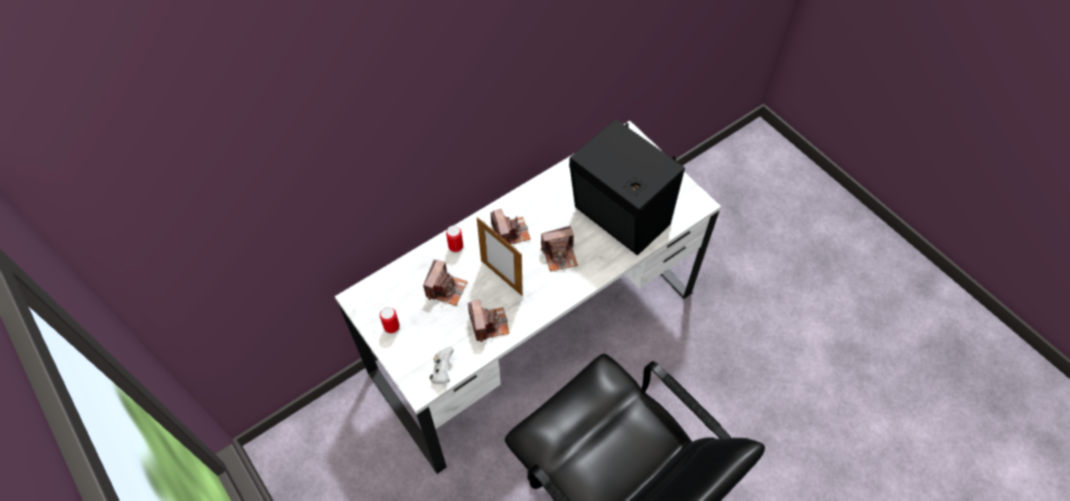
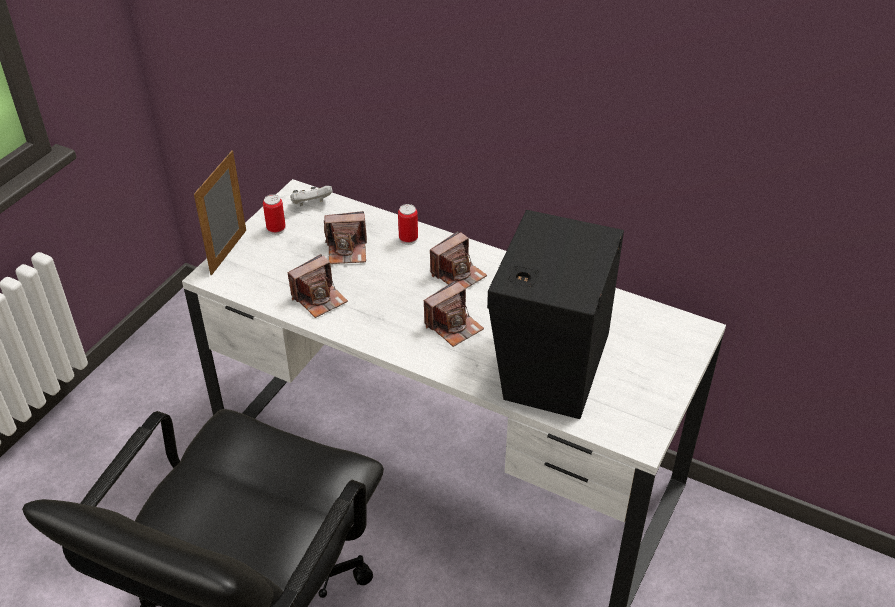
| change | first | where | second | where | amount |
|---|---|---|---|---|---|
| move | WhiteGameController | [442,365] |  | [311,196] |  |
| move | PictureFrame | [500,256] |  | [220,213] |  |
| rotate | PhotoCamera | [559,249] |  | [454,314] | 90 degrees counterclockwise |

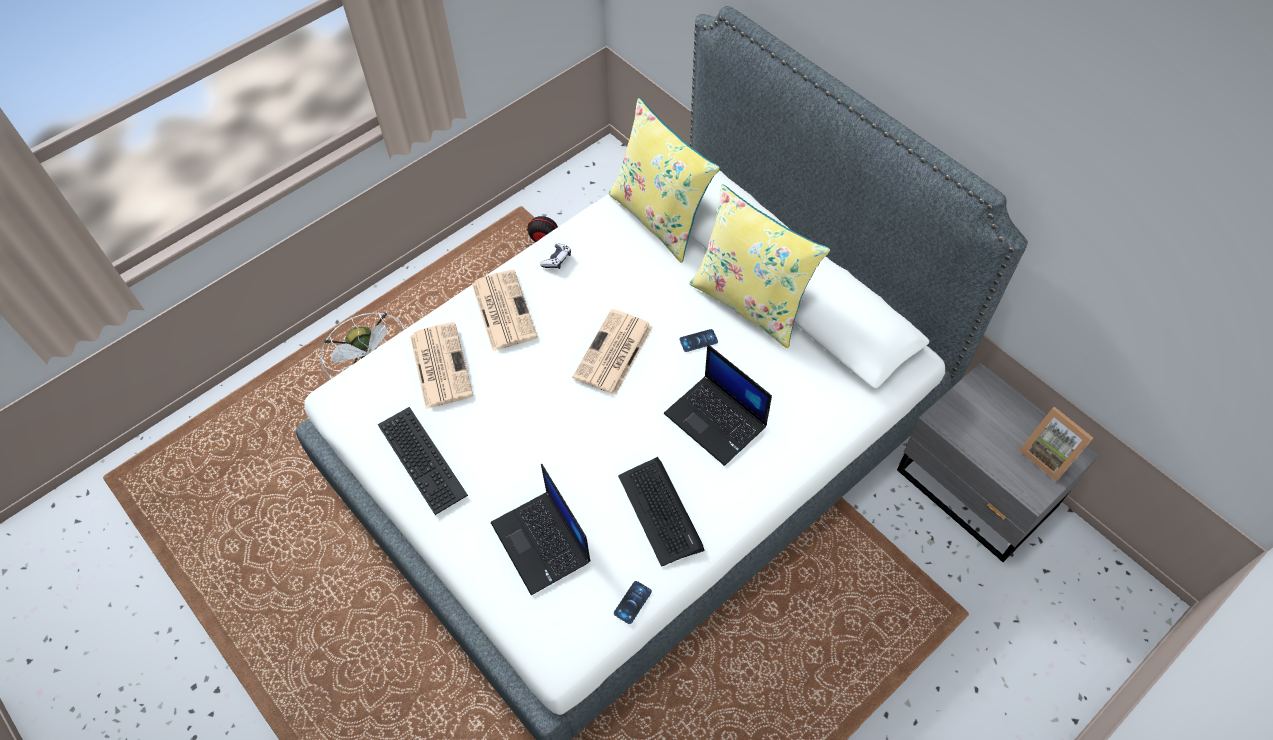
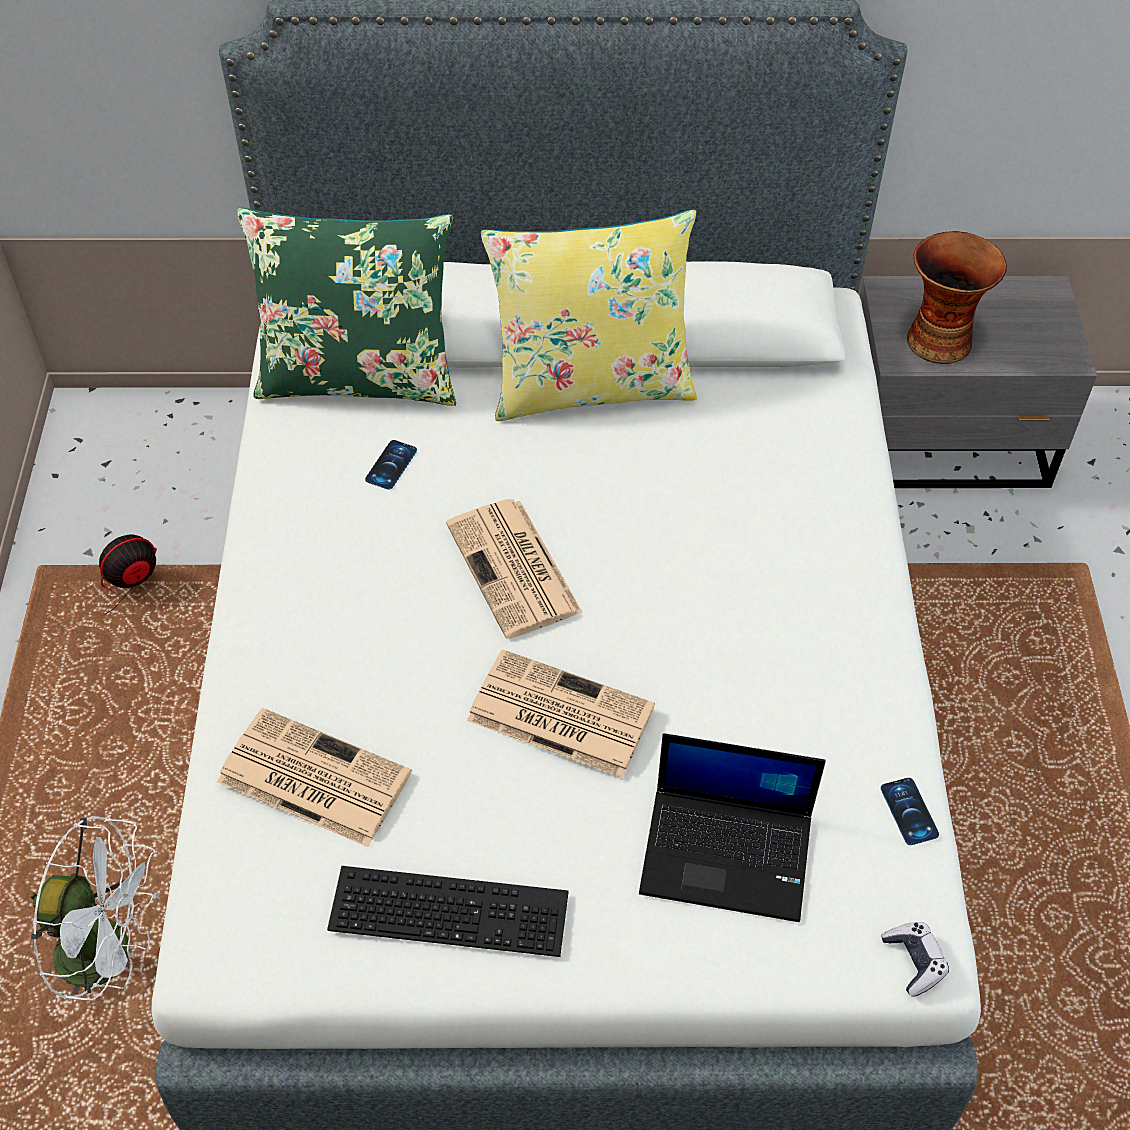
| change | first | where | second | where | amount |
|---|---|---|---|---|---|
| delete | Keyboard | [661,512] |  |  |  |
| delete | Laptop | [718,405] |  |  |  |
| delete | PictureFrame | [1056,444] |  |  |  |
| insert |  |  | Vase | [957,297] |  |
| move | Newspaper | [505,310] |  | [561,713] |  |
| move | GameController | [555,256] |  | [915,959] |  |
| move | Phone | [698,340] |  | [391,465] |  |
| recolor | YellowPillow | [664,180] | GreenPillow | [346,307] |  |

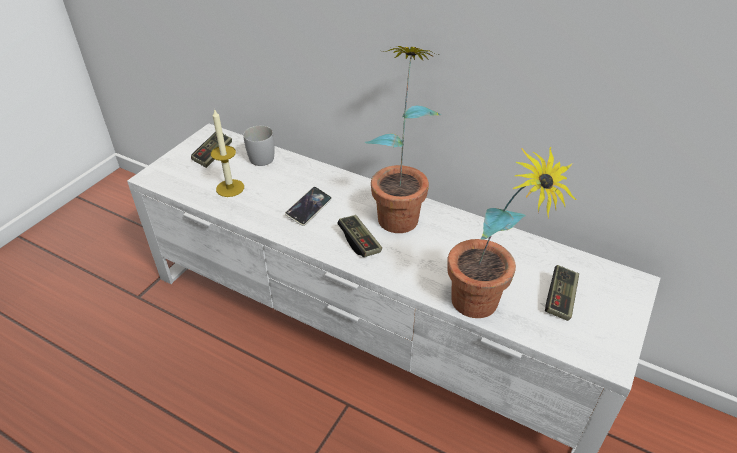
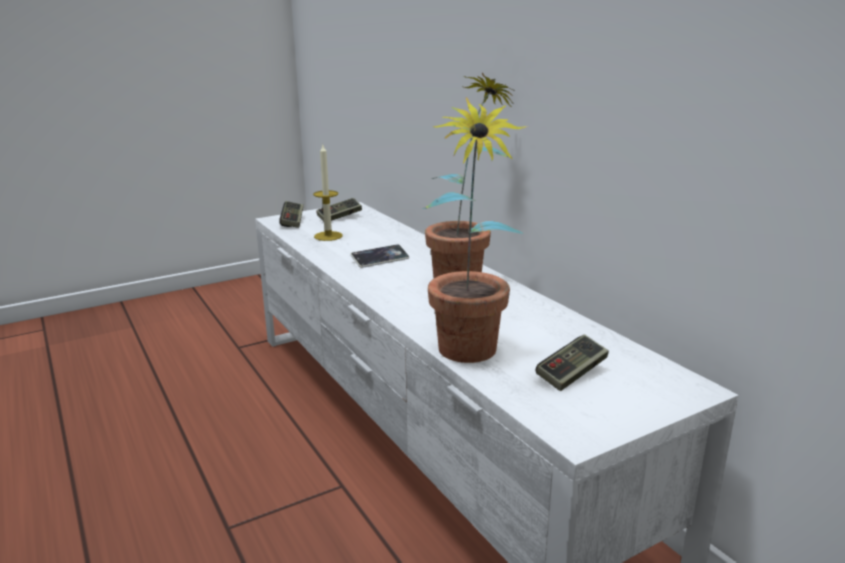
| change | first | where | second | where | amount |
|---|---|---|---|---|---|
| delete | WhiteMug | [259,146] |  |  |  |
| move | GameController | [359,236] |  | [291,214] |  |

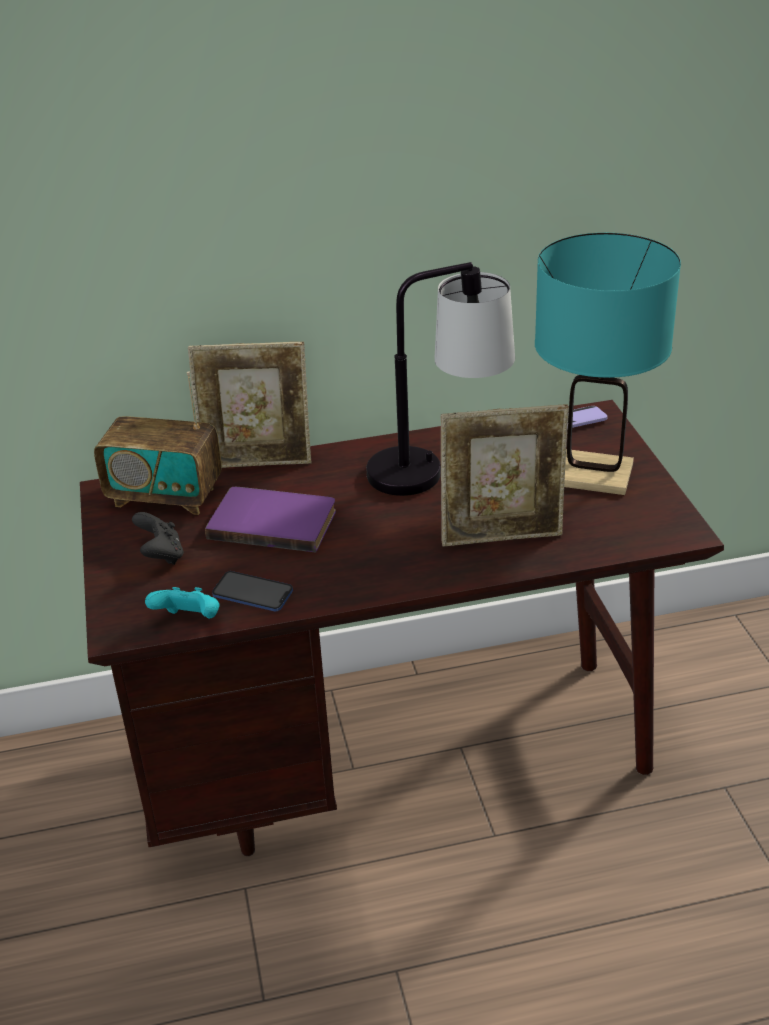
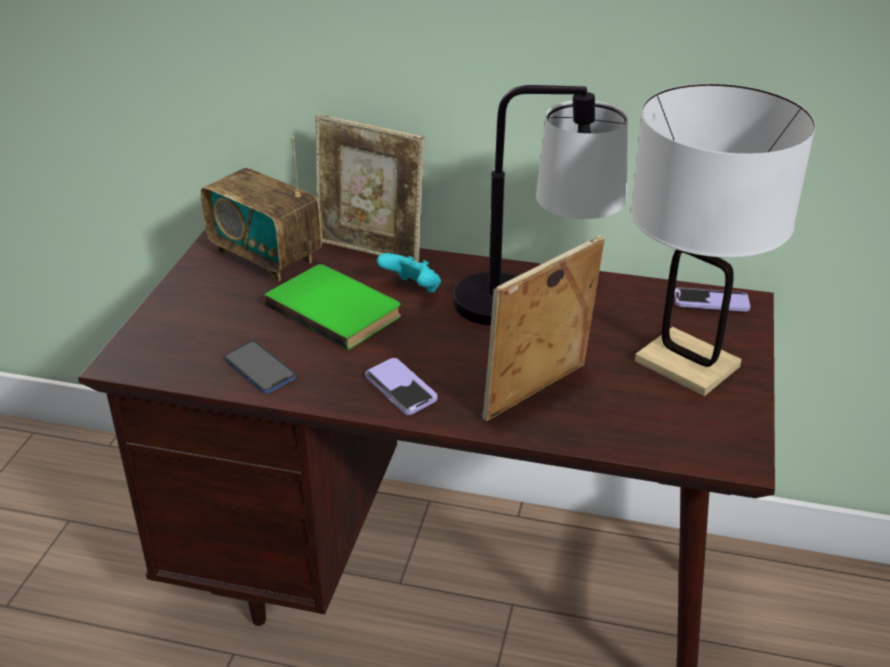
| change | first | where | second | where | amount |
|---|---|---|---|---|---|
| delete | BlackGameController | [158,538] |  |  |  |
| insert |  |  | Phone | [401,386] |  |
| move | TurquoiseGameController | [182,603] |  | [409,272] |  |
| recolor | PurpleBook | [270,520] | GreenBook | [332,307] |  |
| recolor | TurquoiseTableLamp | [608,364] | WhiteTableLamp | [723,240] |  |
| rotate | PictureFrame | [505,475] |  | [544,328] | 120 degrees clockwise |

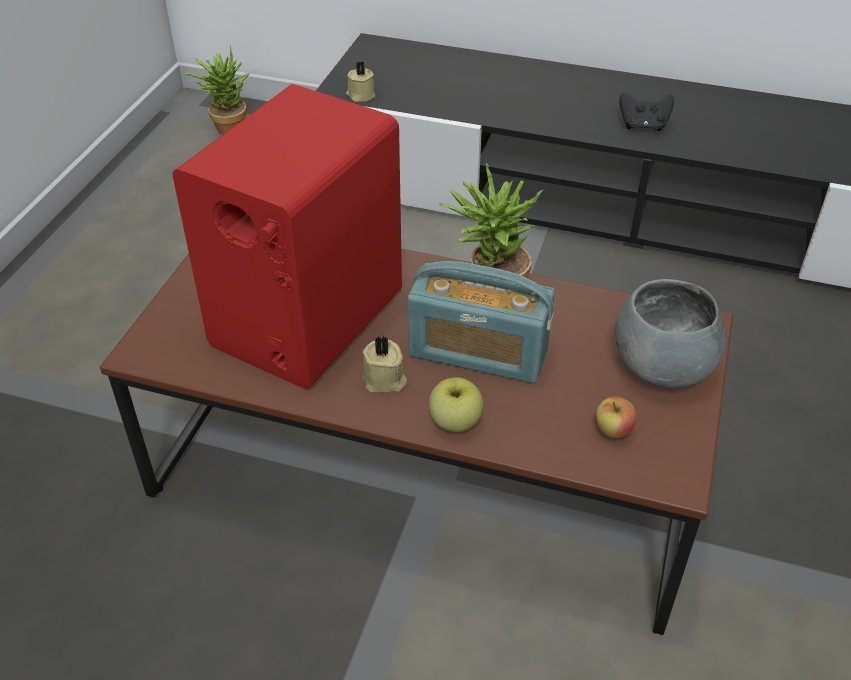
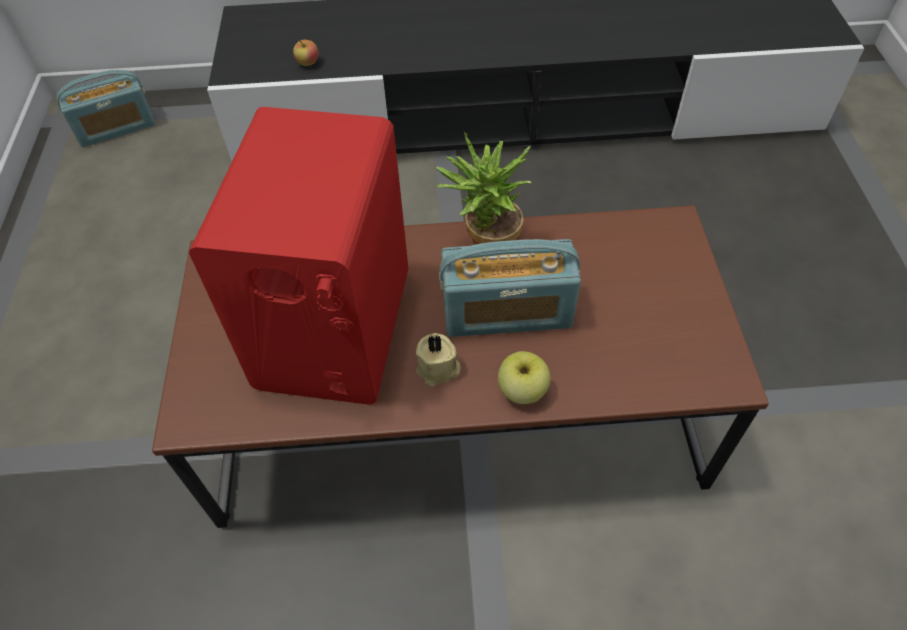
| change | first | where | second | where | amount |
|---|---|---|---|---|---|
| delete | BeigeCandle | [361,81] |  |  |  |
| delete | GreyBowl | [670,334] |  |  |  |
| delete | BlackGameController | [646,111] |  |  |  |
| move | Apple | [616,417] |  | [305,53] |  |
| replace | PottedPlant | [217,90] | Radio | [106,108] |  |

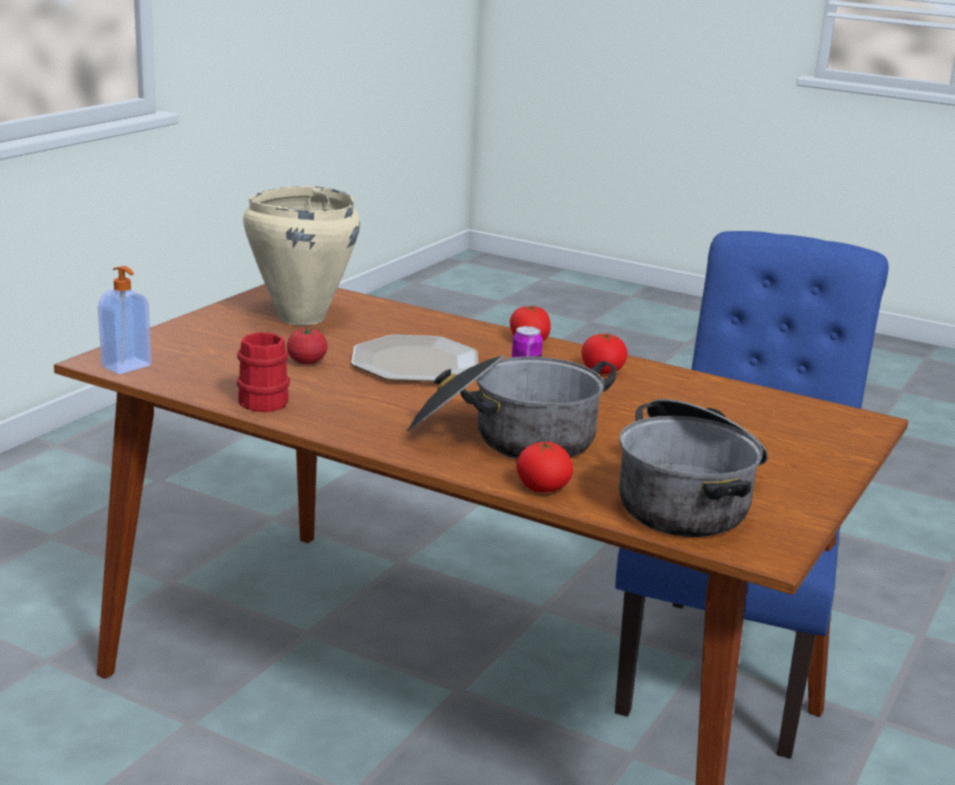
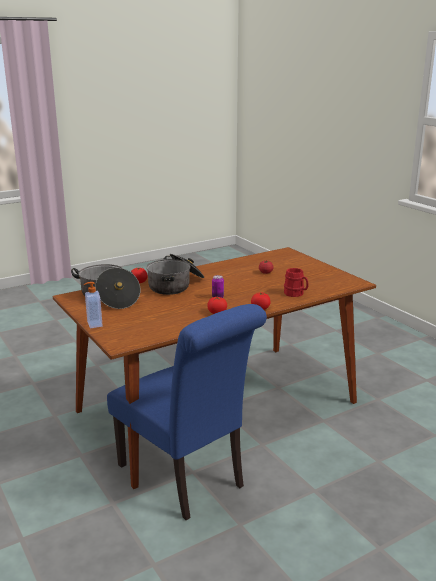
| change | first | where | second | where | amount |
|---|---|---|---|---|---|
| delete | BeigeCookingPot | [301,255] |  |  |  |
| delete | Plate | [415,358] |  |  |  |
| move | SoapDispenser | [125,320] |  | [93,305] |  |
| move | RedMug | [263,372] |  | [296,282] |  |

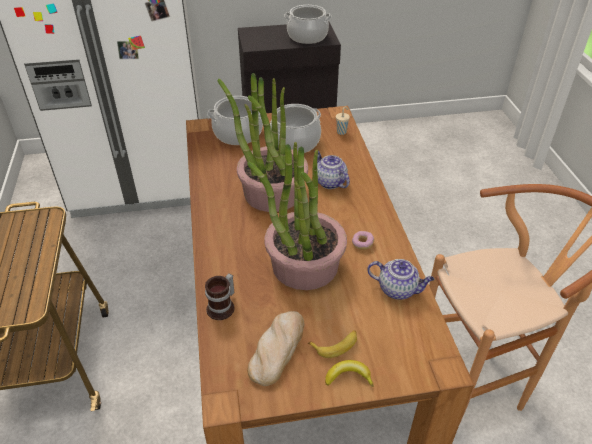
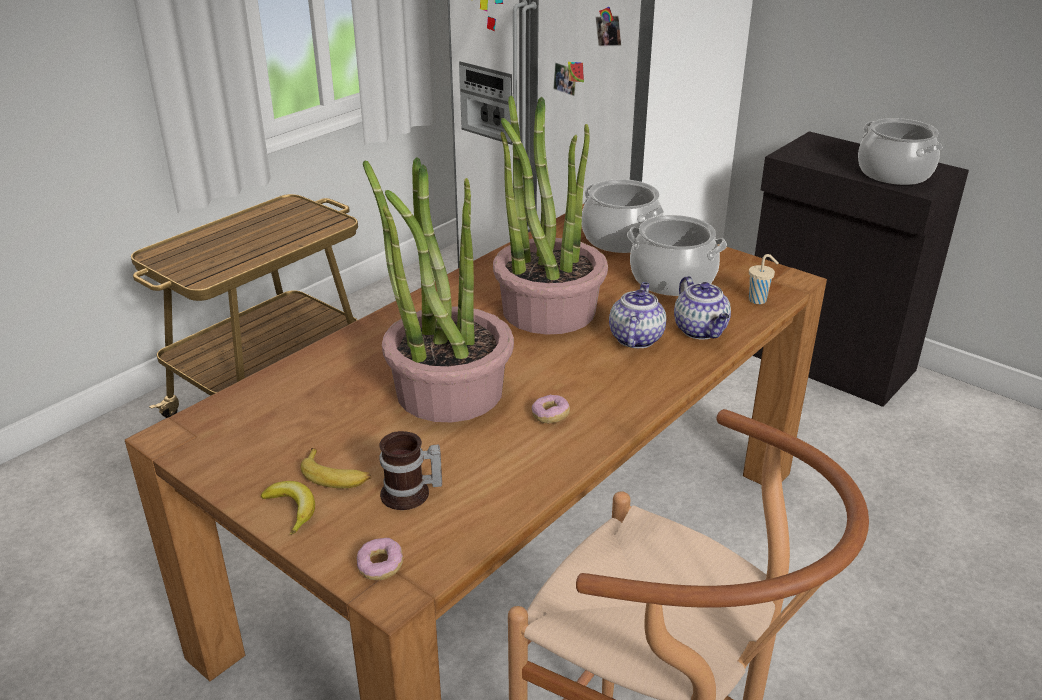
| change | first | where | second | where | amount |
|---|---|---|---|---|---|
| delete | Bread | [275,348] |  |  |  |
| insert |  |  | Donut | [379,559] |  |
| move | Mug | [220,296] |  | [410,470] |  |
| move | Teapot | [400,279] |  | [702,308] |  |

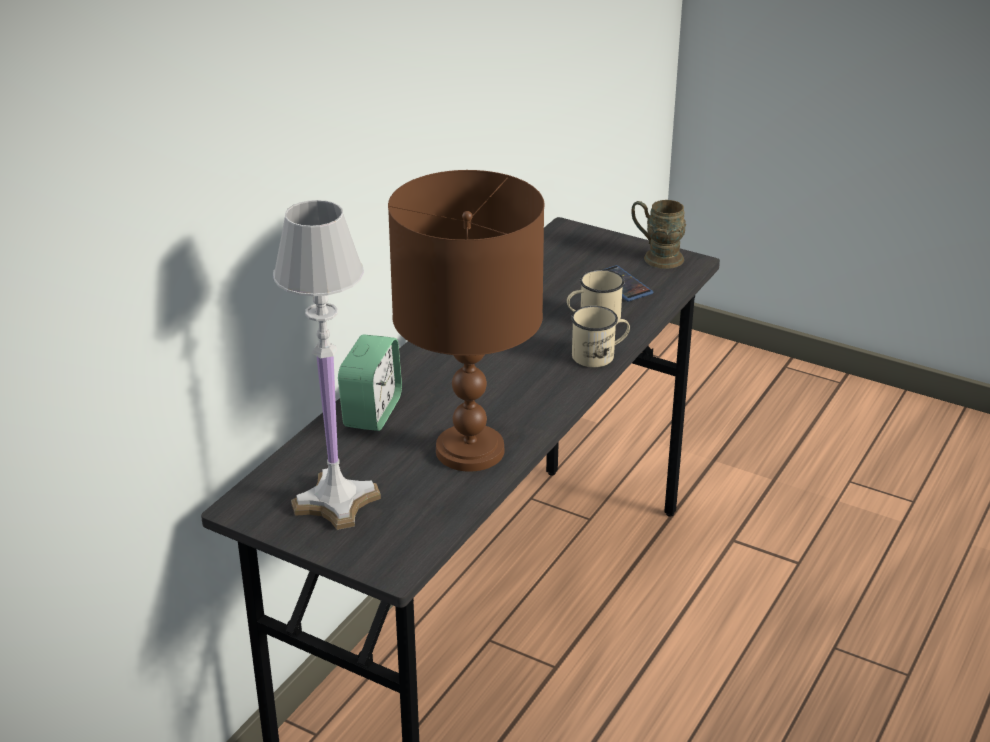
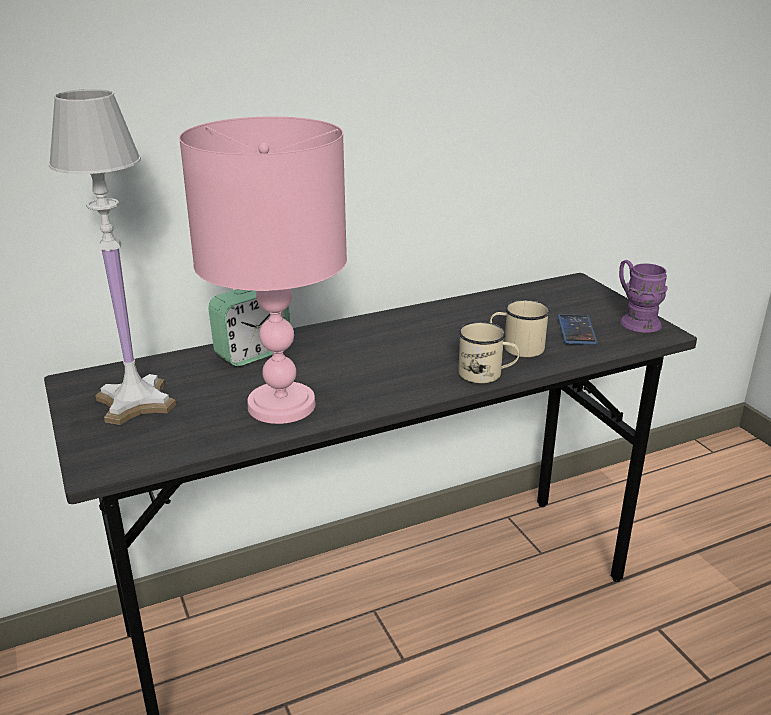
| change | first | where | second | where | amount |
|---|---|---|---|---|---|
| recolor | BrownTableLamp | [466,321] | PinkTableLamp | [263,270] |  |
| recolor | BrownMug | [659,234] | PurpleMug | [643,296] |  |

